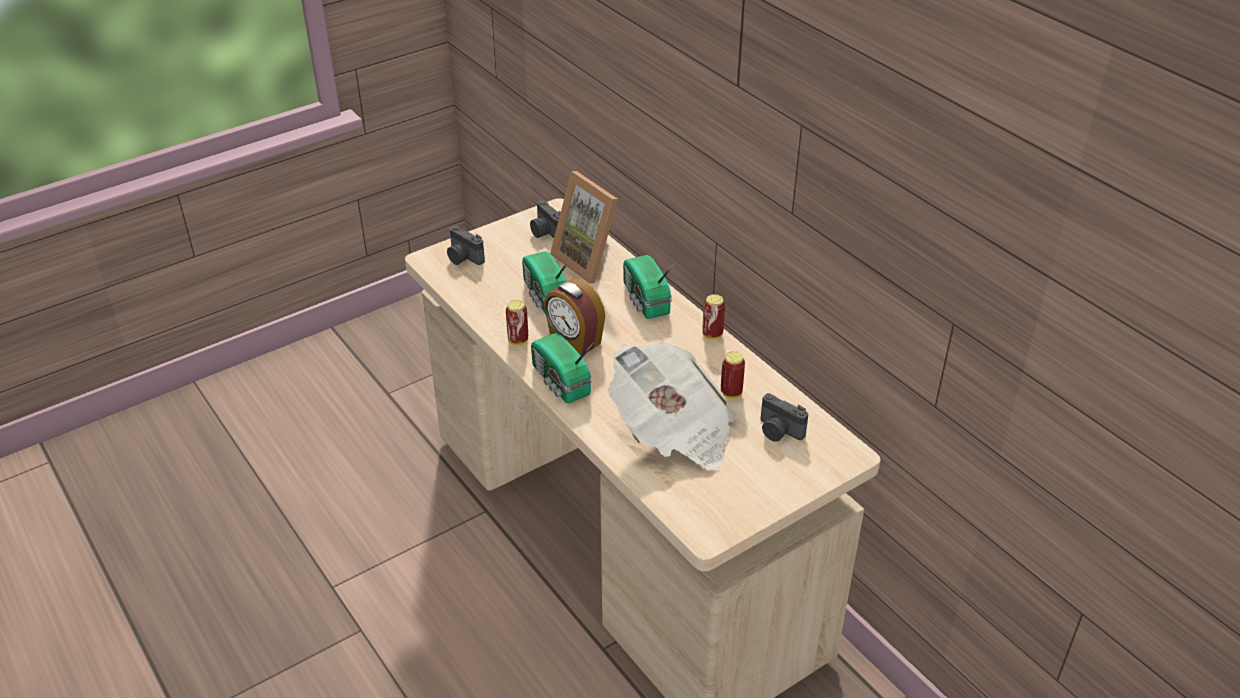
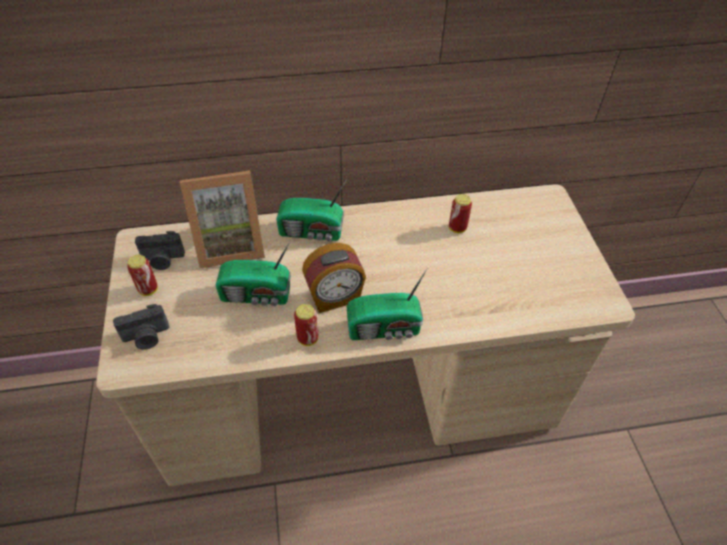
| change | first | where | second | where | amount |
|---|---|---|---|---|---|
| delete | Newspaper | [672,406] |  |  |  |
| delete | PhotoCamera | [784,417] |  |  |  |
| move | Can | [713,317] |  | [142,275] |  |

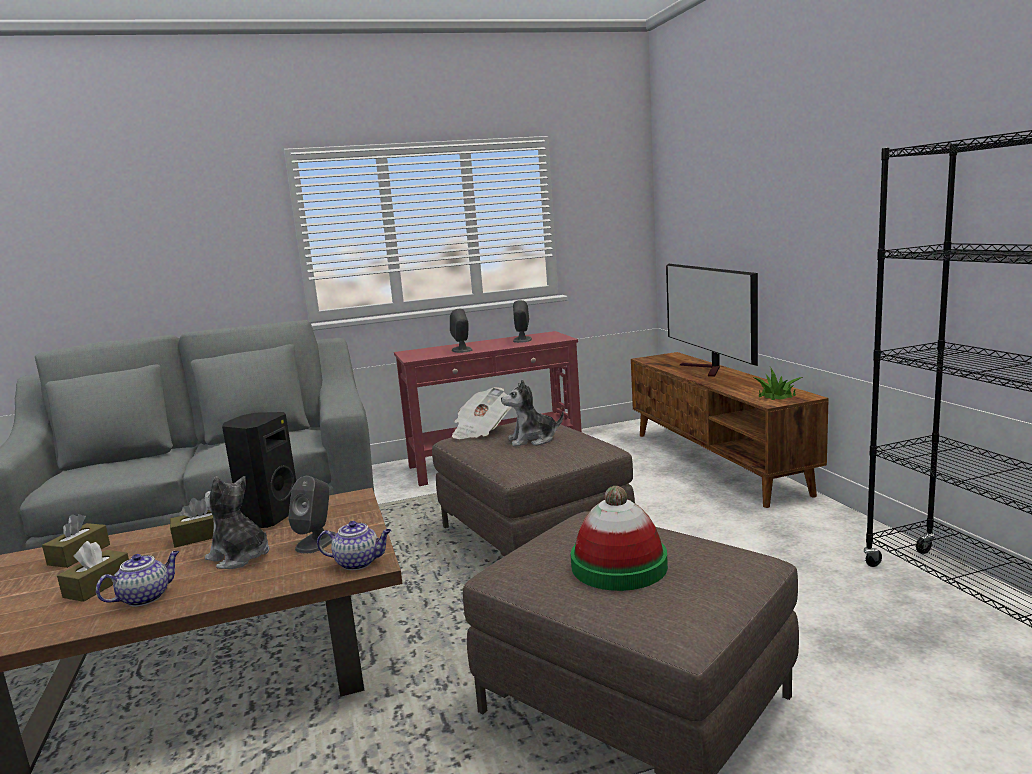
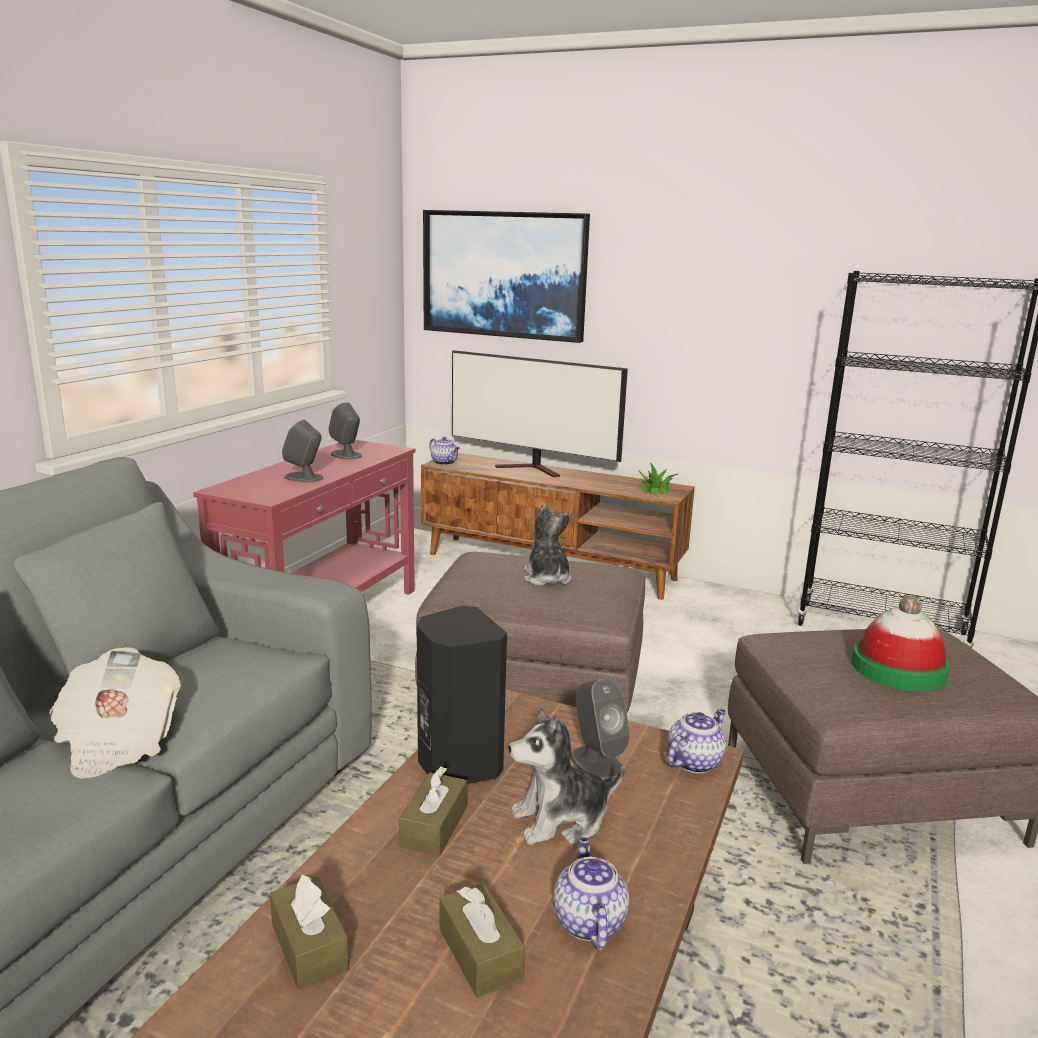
| change | first | where | second | where | amount |
|---|---|---|---|---|---|
| insert |  |  | Picture | [506,276] |  |
| insert |  |  | Teapot | [444,451] |  |
| move | Newspaper | [482,413] |  | [115,713] |  |
| rotate | PlushToy | [532,412] |  | [548,544] | 135 degrees clockwise |

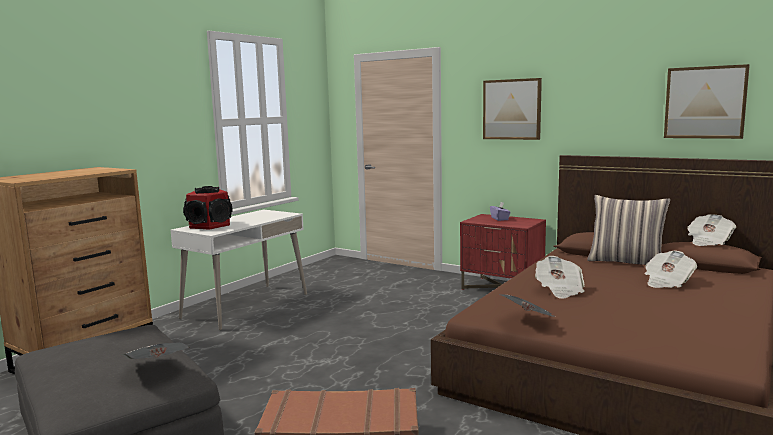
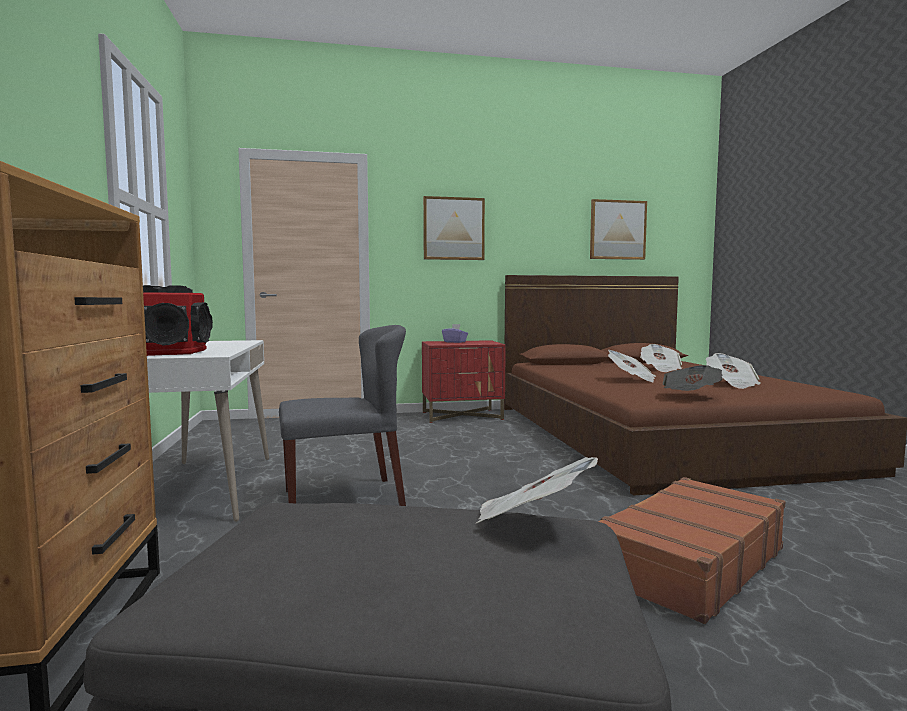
| change | first | where | second | where | amount |
|---|---|---|---|---|---|
| delete | Pillow | [628,230] |  |  |  |
| insert |  |  | GreyChair | [342,415] |  |
| move | Newspaper | [711,230] |  | [733,371] |  |

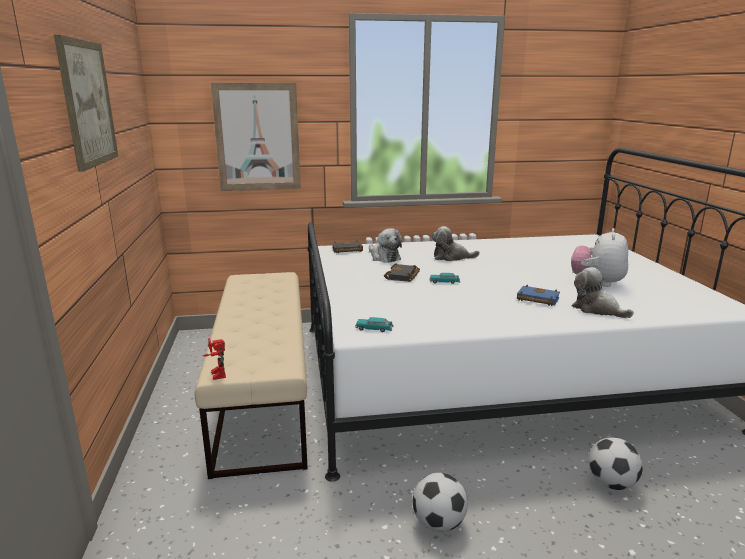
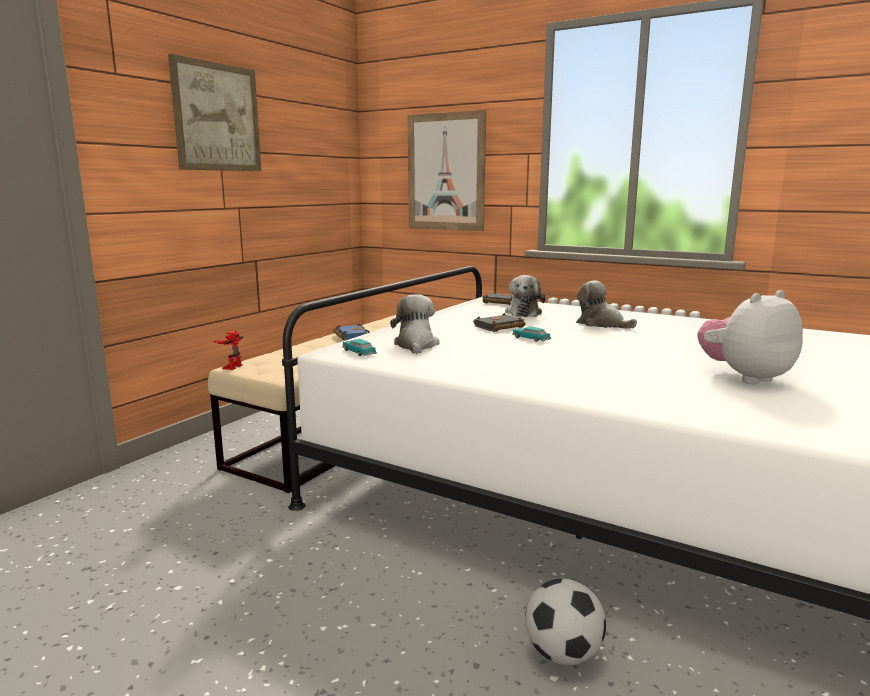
| change | first | where | second | where | amount |
|---|---|---|---|---|---|
| delete | Football | [440,502] |  |  |  |
| move | BlueBook | [538,295] |  | [351,332] |  |
| move | PlushToy | [603,292] |  | [414,324] |  |

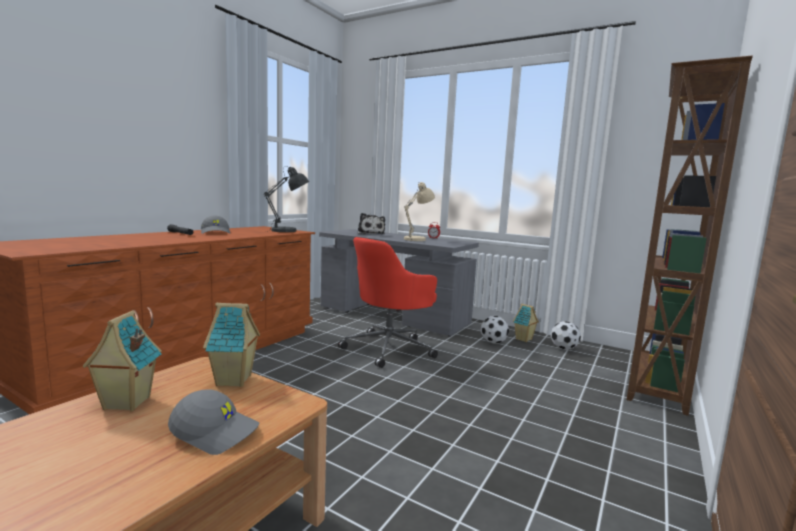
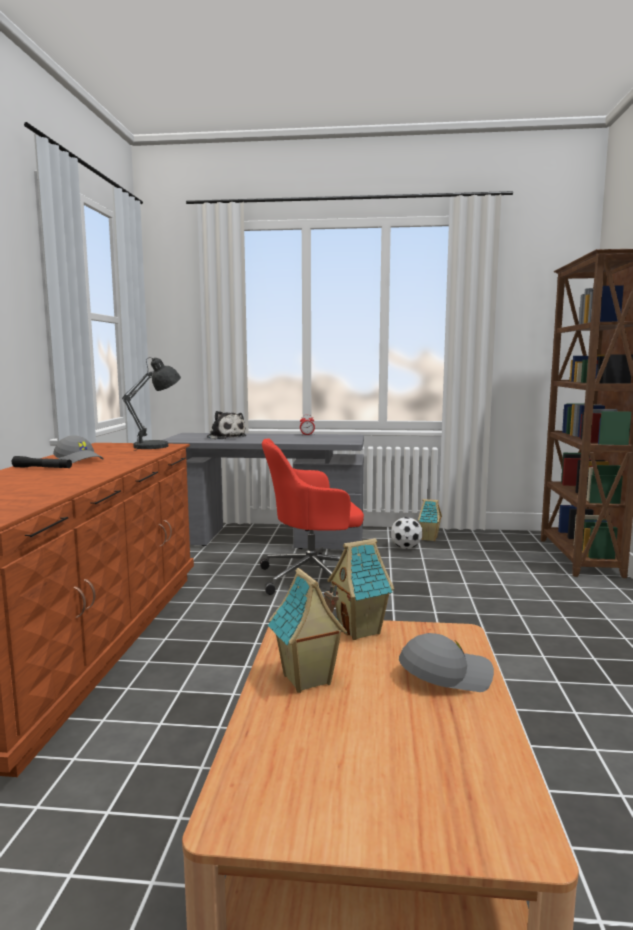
| change | first | where | second | where | amount |
|---|---|---|---|---|---|
| delete | BeigeTableLamp | [419,212] |  |  |  |
| delete | Football | [566,335] |  |  |  |
| rotate | RedOfficeChair | [388,302] |  | [312,517] | 60 degrees clockwise |

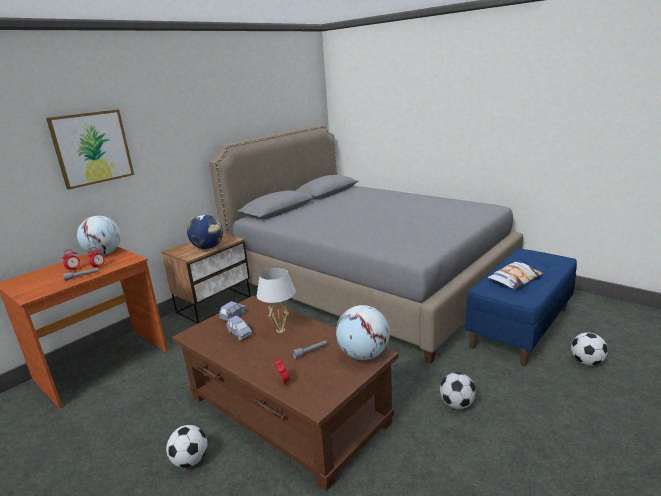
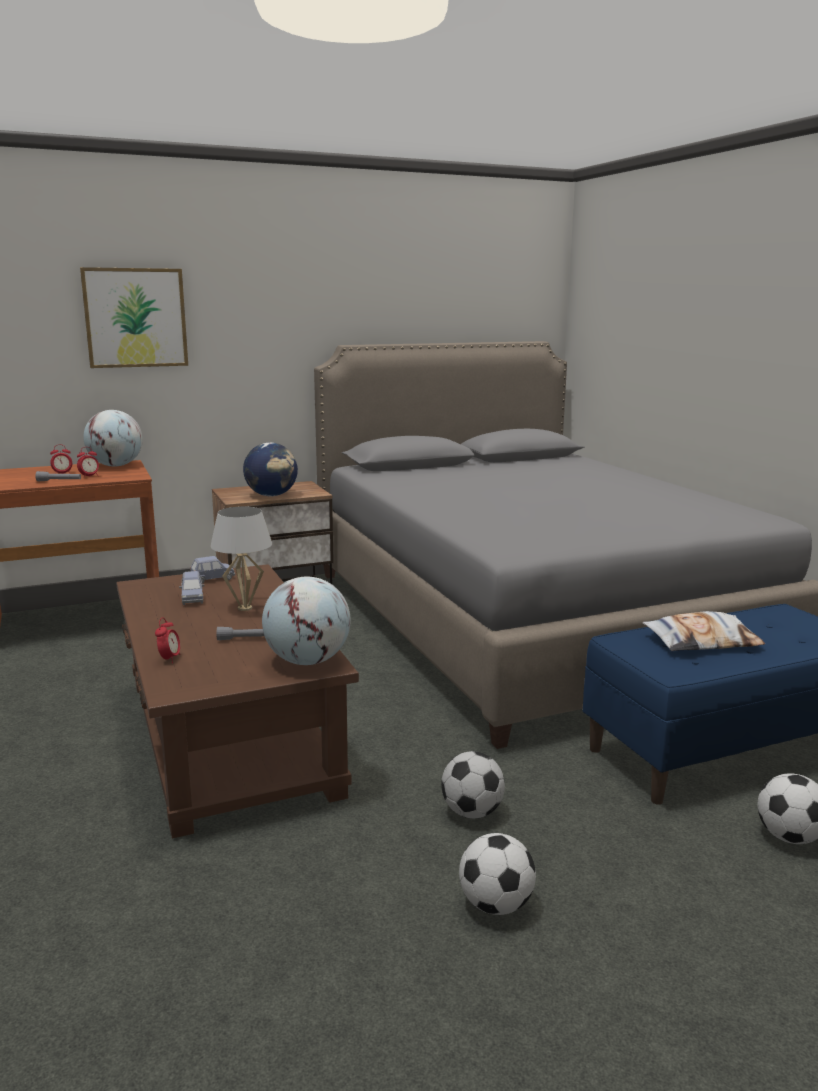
| change | first | where | second | where | amount |
|---|---|---|---|---|---|
| move | Football | [186,446] |  | [497,874] |  |

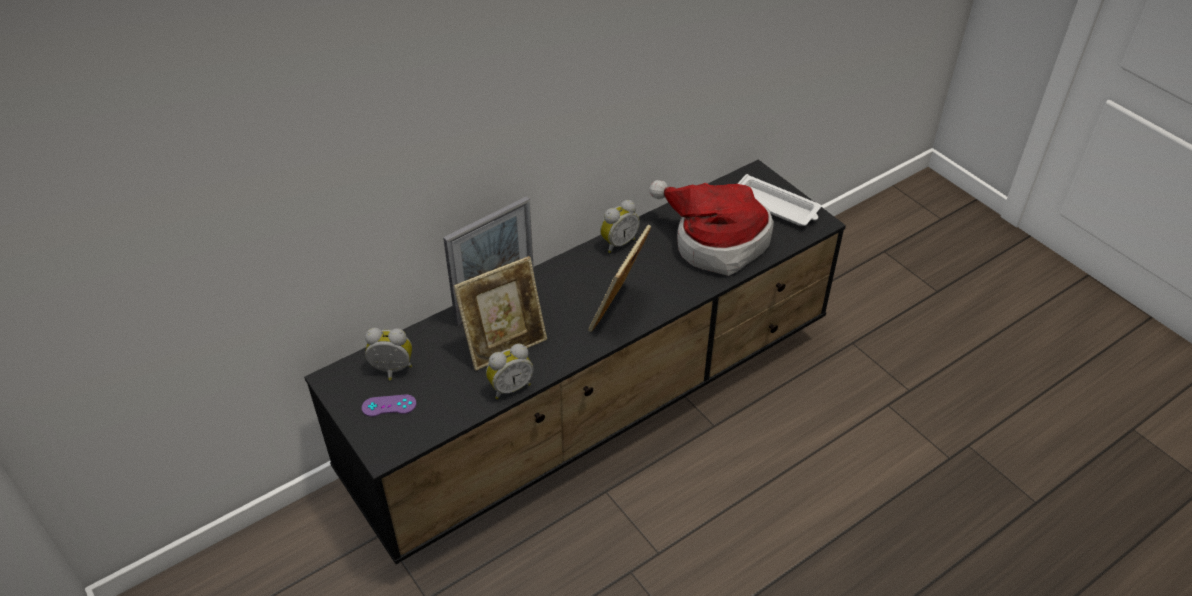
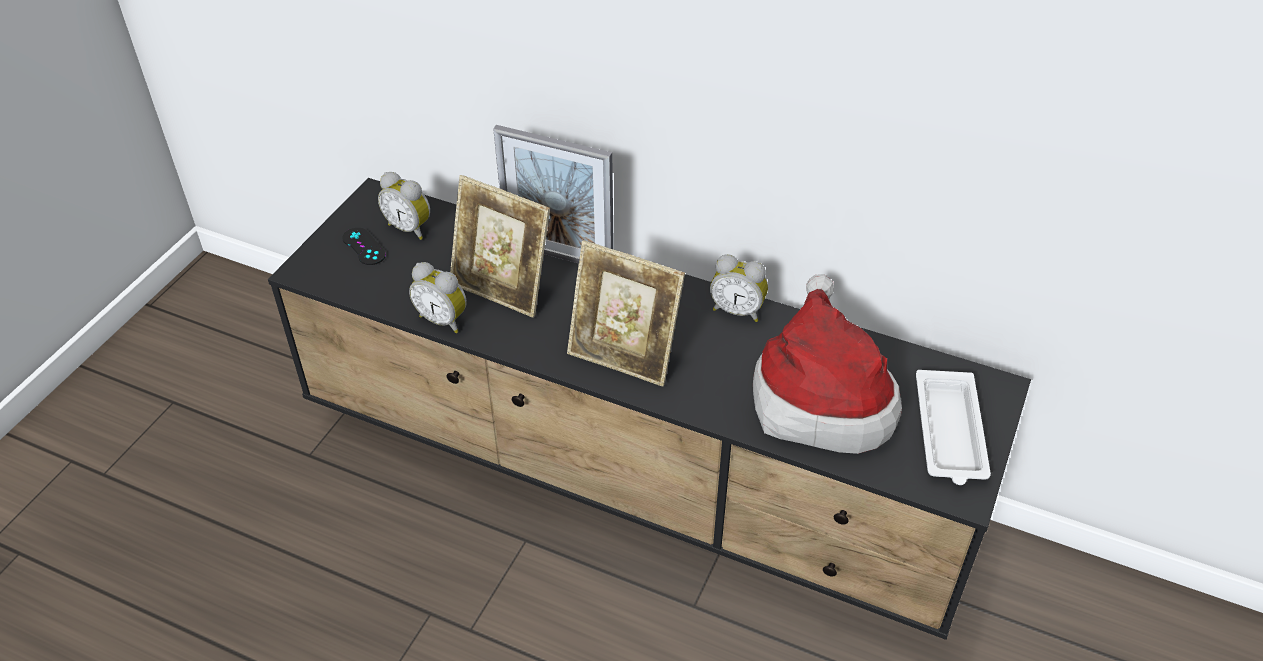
| change | first | where | second | where | amount |
|---|---|---|---|---|---|
| recolor | PurpleGameController | [389,405] | BlackGameController | [364,246] |  |
| rotate | AlarmClock | [388,354] |  | [404,206] | 150 degrees clockwise |
| rotate | PictureFrame | [619,278] |  | [626,313] | 150 degrees counterclockwise |

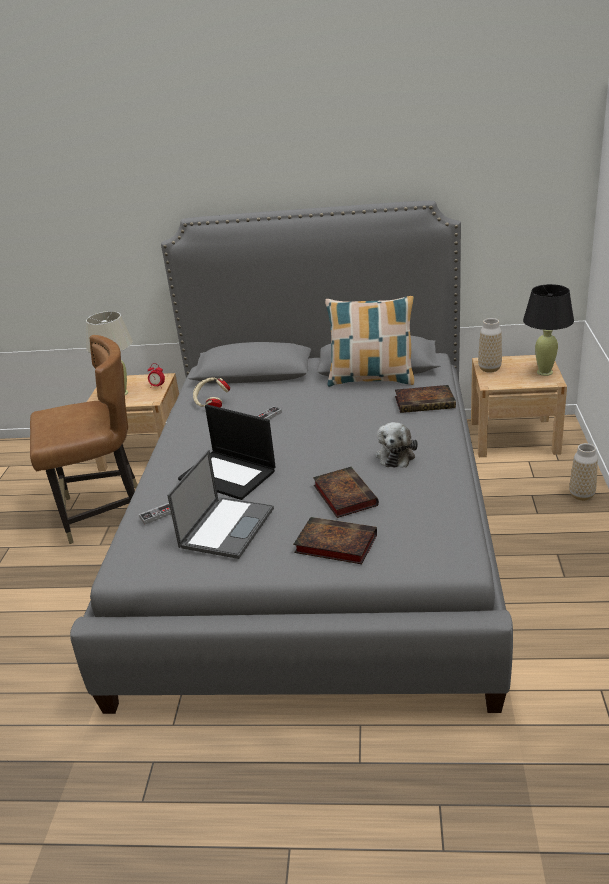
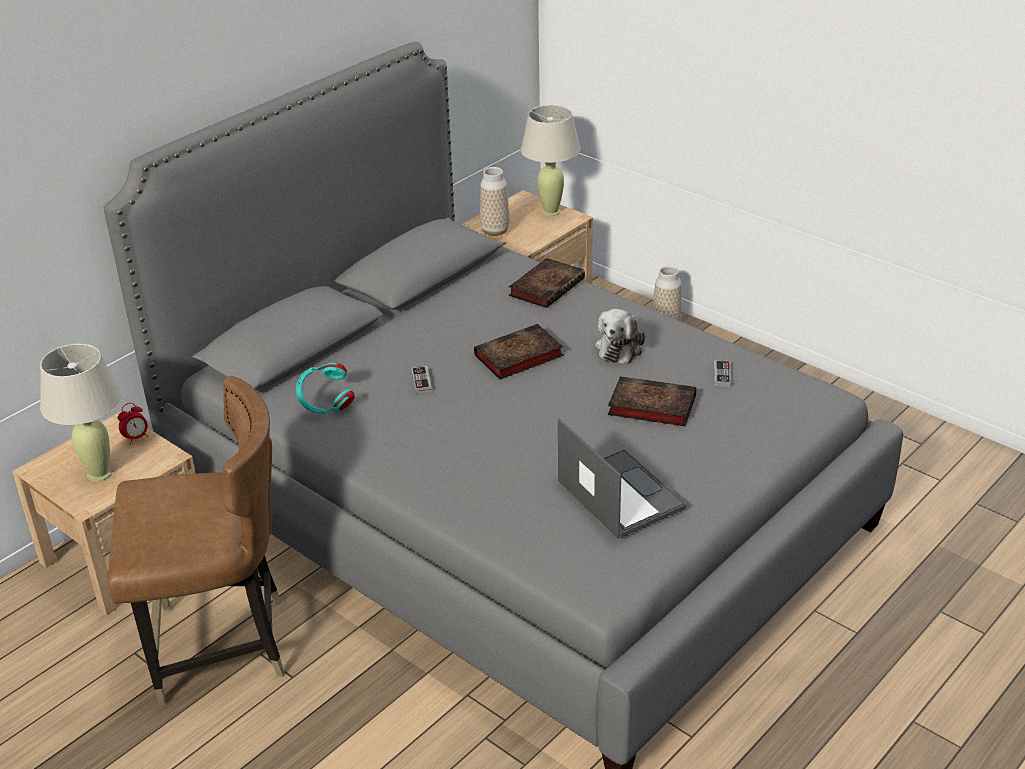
| change | first | where | second | where | amount |
|---|---|---|---|---|---|
| delete | Laptop | [227,452] |  |  |  |
| delete | Pillow | [369,341] |  |  |  |
| move | GameController | [155,514] |  | [722,373] |  |
| move | Book | [335,540] |  | [518,352] |  |
| recolor | BeigeHeadphones | [211,392] | TurquoiseHeadphones | [325,388] |  |
| recolor | BlackTableLamp | [548,330] | BeigeTableLamp | [550,160] |  |
| rotate | BrownChair | [84,439] |  | [196,541] | 60 degrees clockwise |
| rotate | PlushToy | [396,445] |  | [620,336] | 60 degrees clockwise |

